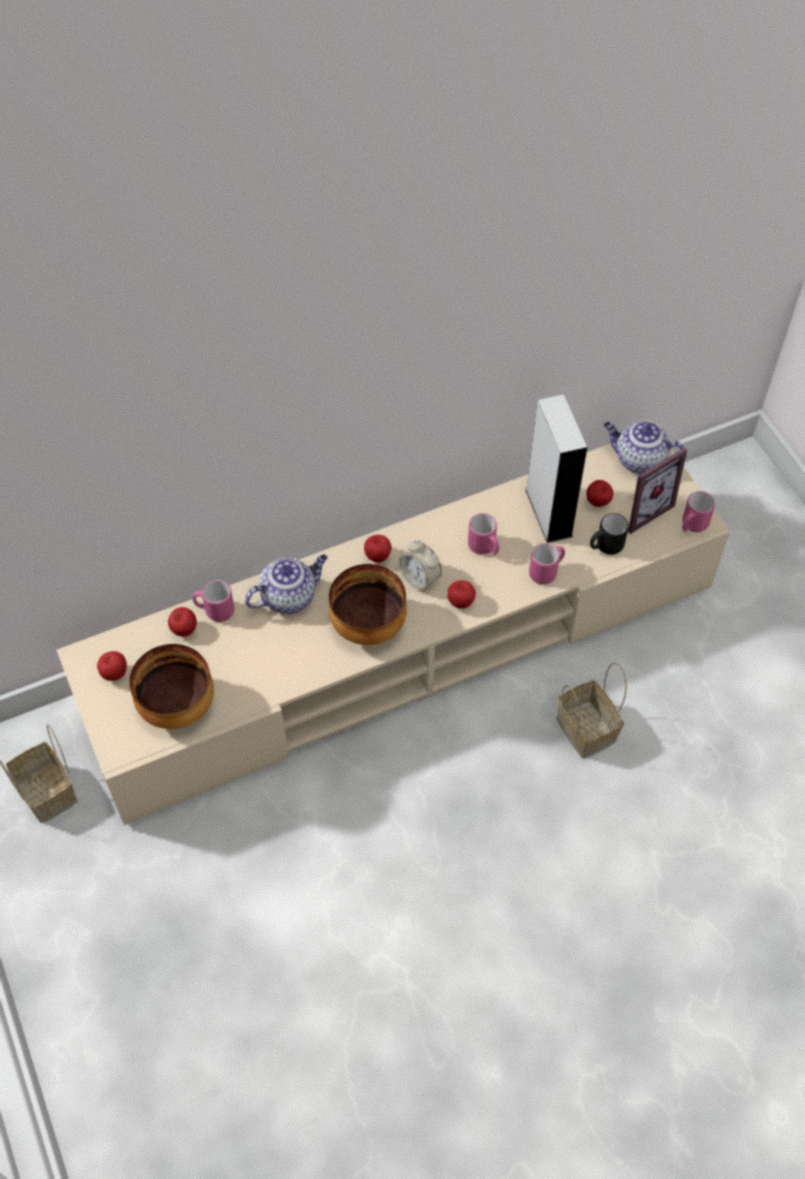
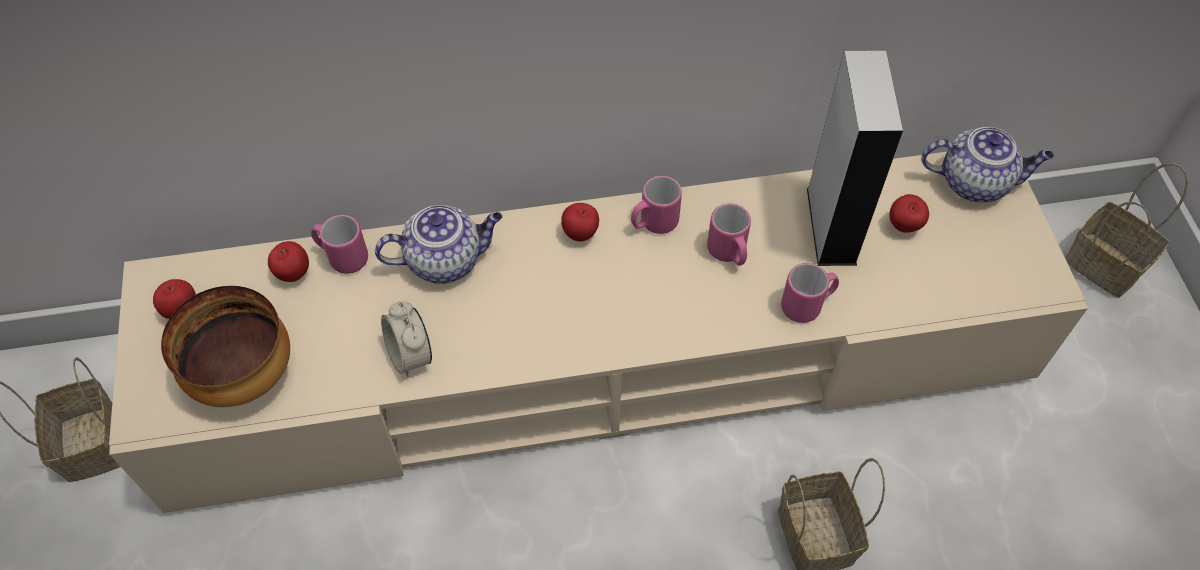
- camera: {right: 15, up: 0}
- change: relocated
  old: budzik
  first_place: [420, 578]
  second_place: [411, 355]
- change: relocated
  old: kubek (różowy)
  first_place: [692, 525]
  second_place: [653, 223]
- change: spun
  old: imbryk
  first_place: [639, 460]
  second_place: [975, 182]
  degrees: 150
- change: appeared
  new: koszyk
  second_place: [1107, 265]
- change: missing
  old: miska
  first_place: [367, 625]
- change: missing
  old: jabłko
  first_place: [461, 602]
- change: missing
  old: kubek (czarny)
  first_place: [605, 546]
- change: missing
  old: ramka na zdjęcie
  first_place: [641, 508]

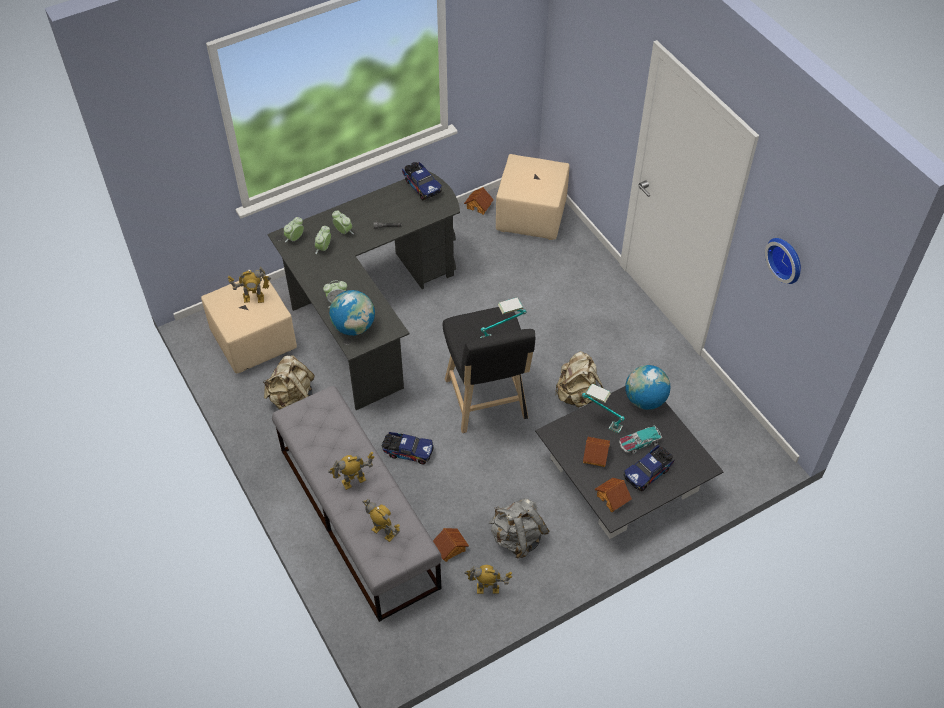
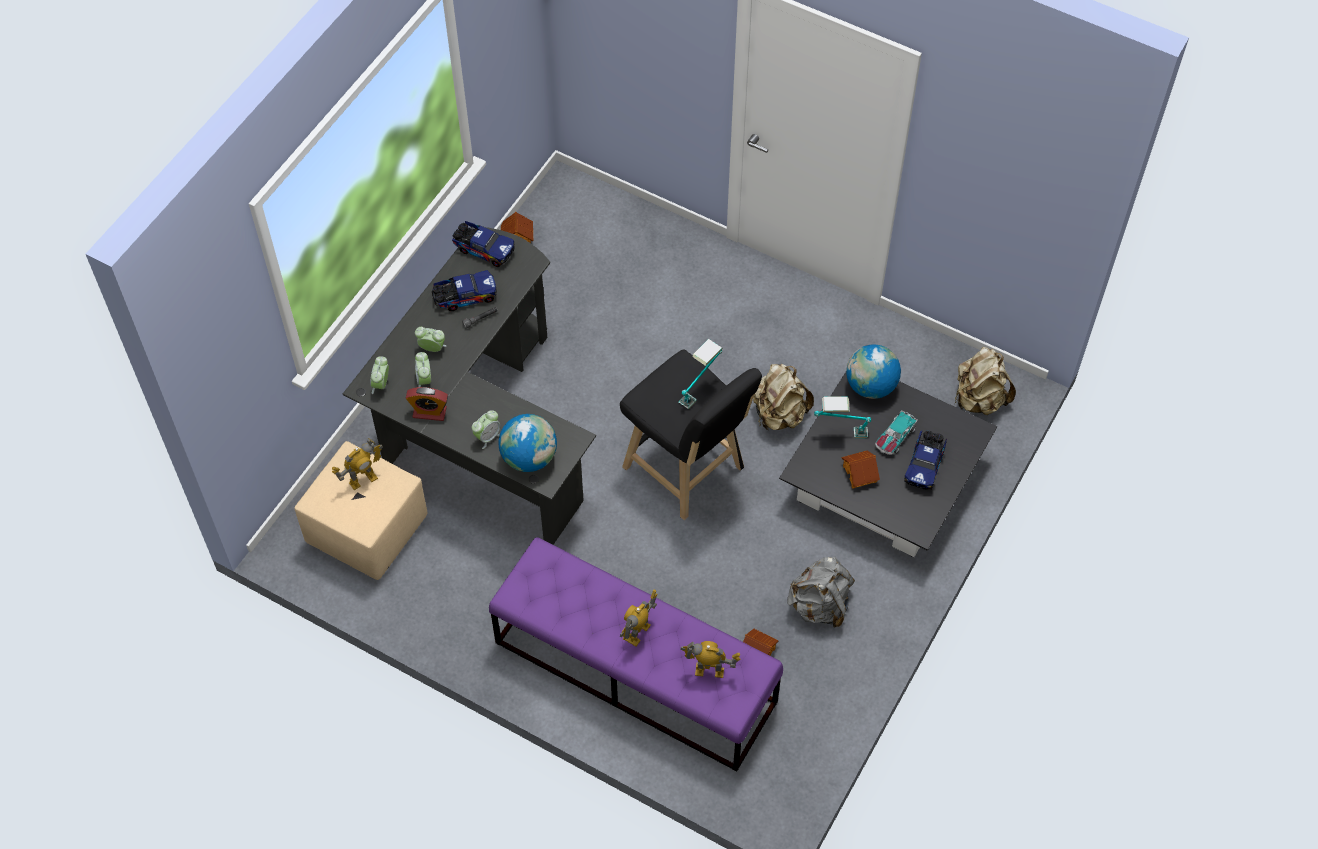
- camera: {right: -30, up: 5}
- change: appeared
  new: budzik
  second_place: [429, 412]
- change: relocated
  old: ciężarówka zabawkowa
  first_place: [407, 451]
  second_place: [464, 297]
- change: colour
  old: ławka (szary)
  new: ławka (fioletowy)
  first_place: [357, 516]
  second_place: [634, 671]
- change: relocated
  old: plecak (beżowy)
  first_place: [292, 398]
  second_place: [979, 399]
- change: missing
  old: robot zabawkowy
  first_place: [487, 589]
- change: missing
  old: pufa (beżowy)
  first_place: [530, 217]
- change: missing
  old: domek
  first_place: [613, 498]
- change: missing
  old: zegar ścienny
  first_place: [786, 259]

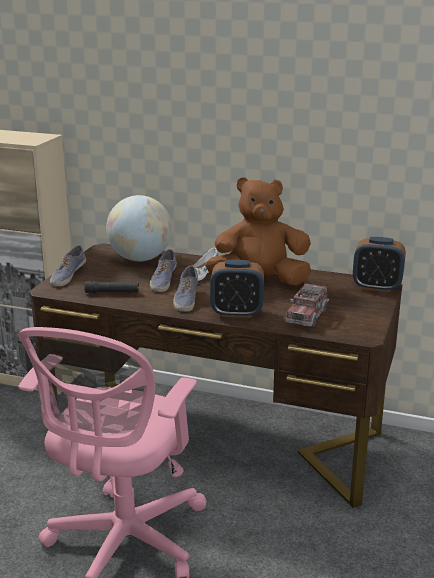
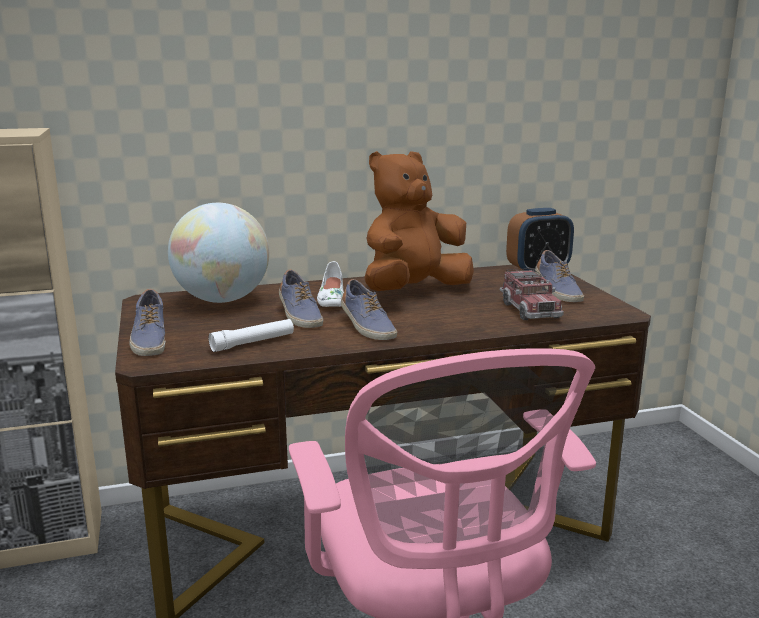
- camera: {right: -35, up: -5}
- change: colour
  old: latarka (czarny)
  new: latarka (biały)
  first_place: [112, 292]
  second_place: [253, 343]
- change: appeared
  new: but
  second_place: [556, 291]
- change: missing
  old: budzik
  first_place: [237, 313]

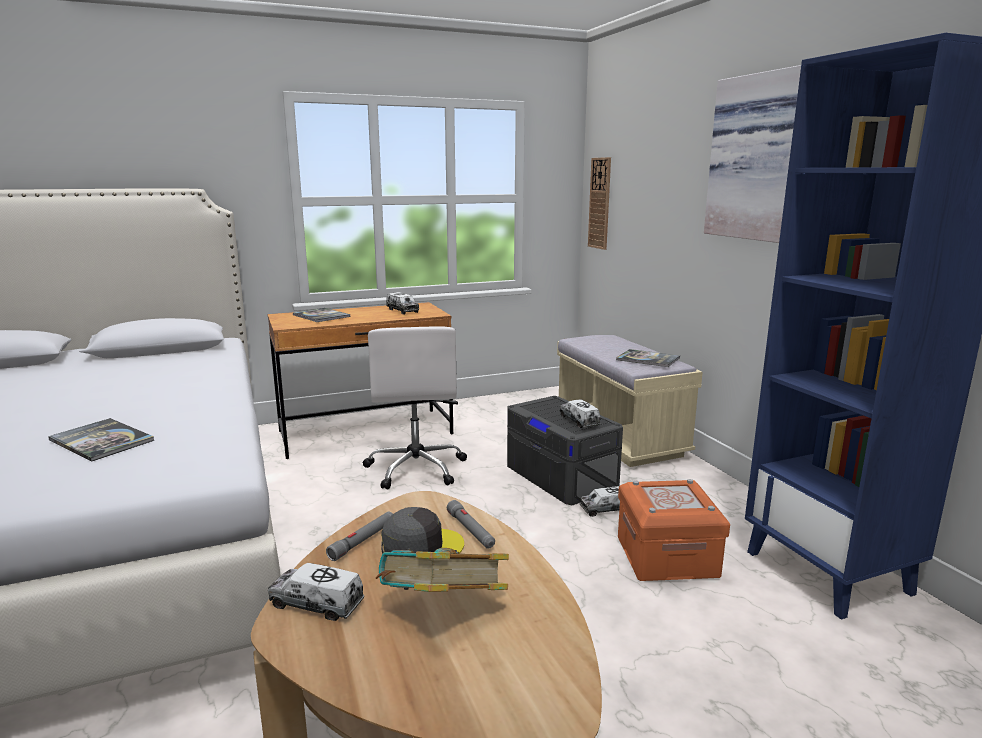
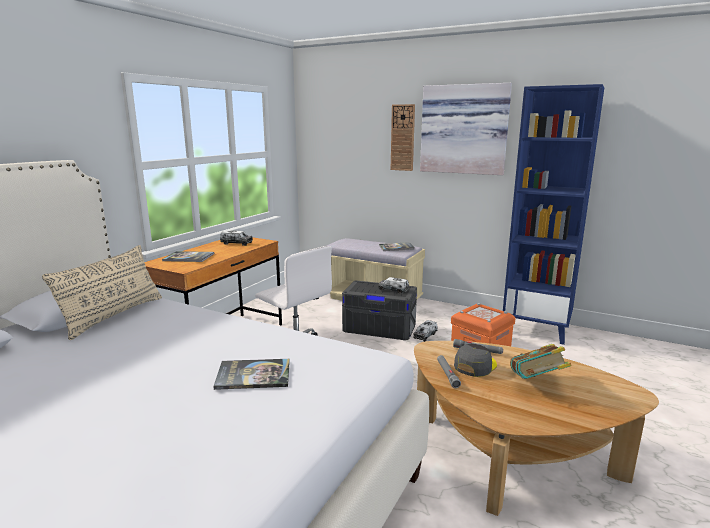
- camera: {right: -40, up: 0}
- change: appeared
  new: poduszka (beżowy)
  second_place: [114, 316]
- change: relocated
  old: zegar ścienny
  first_place: [600, 203]
  second_place: [402, 138]
- change: missing
  old: ciężarówka zabawkowa
  first_place: [317, 603]

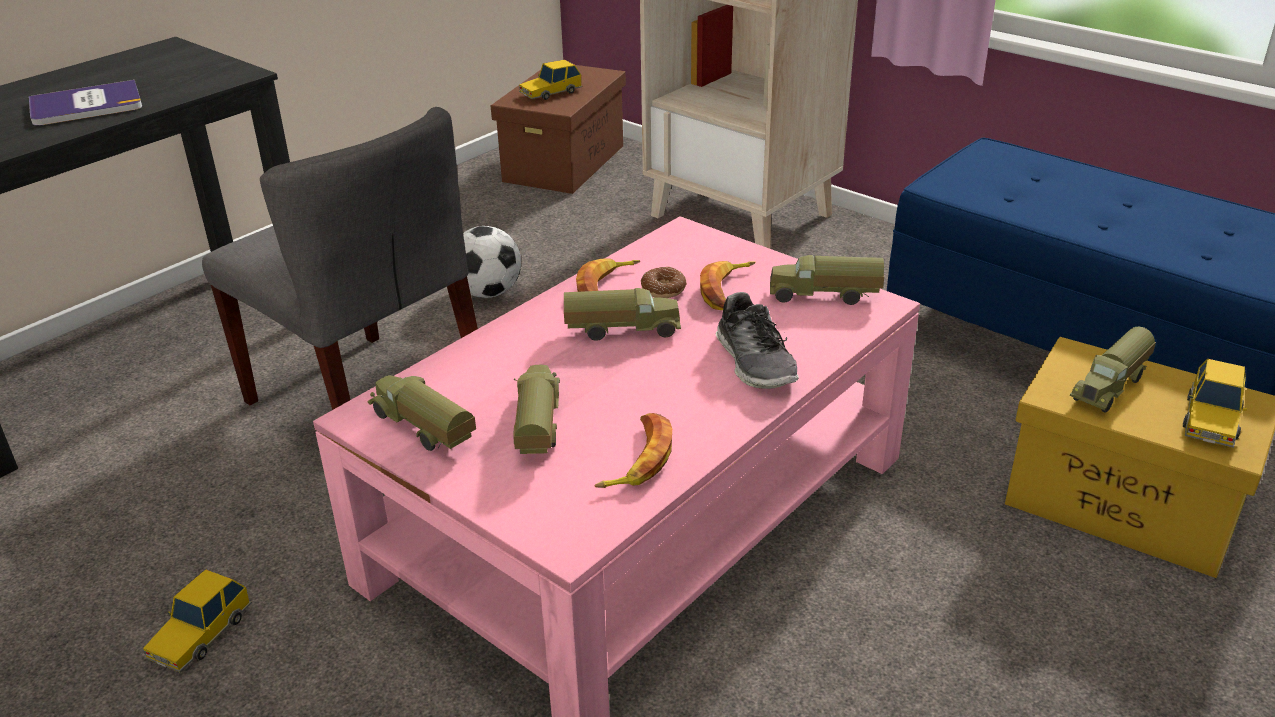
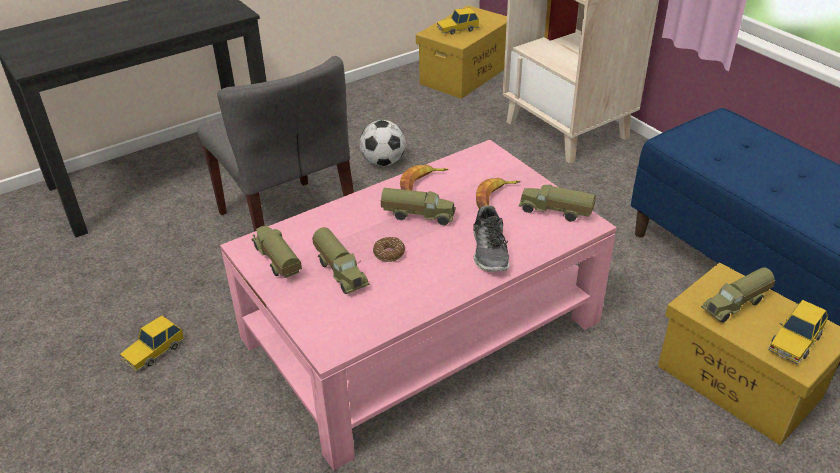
- camera: {right: 15, up: 5}
- change: spun
  old: ciężarówka zabawkowa
  first_place: [536, 427]
  second_place: [341, 272]
  degrees: 135
- change: relocated
  old: donut
  first_place: [663, 289]
  second_place: [389, 253]
- change: colour
  old: pojemnik do przechowywania (brązowy)
  new: pojemnik do przechowywania (żółty)
  first_place: [564, 163]
  second_place: [464, 76]
- change: missing
  old: książka
  first_place: [86, 105]
- change: missing
  old: banan
  first_place: [638, 458]

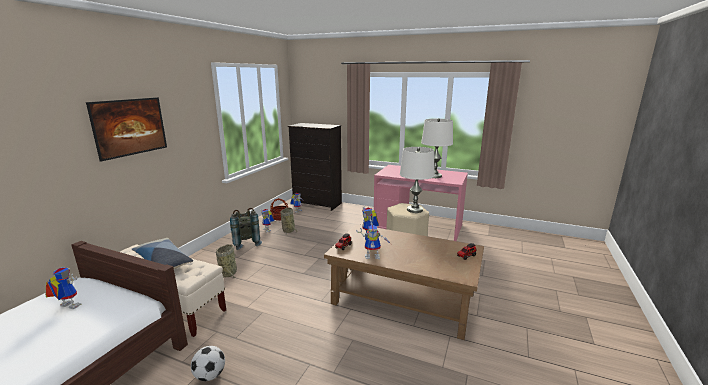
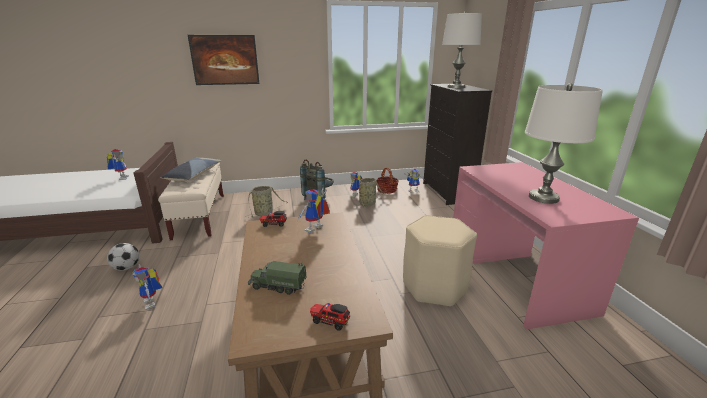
- camera: {right: 55, up: 5}
- change: relocated
  old: robot zabawkowy
  first_place: [373, 256]
  second_place: [153, 303]
- change: appeared
  new: ciężarówka zabawkowa
  second_place: [277, 286]
- change: relocated
  old: lampa stołowa (biały)
  first_place: [414, 210]
  second_place: [456, 87]

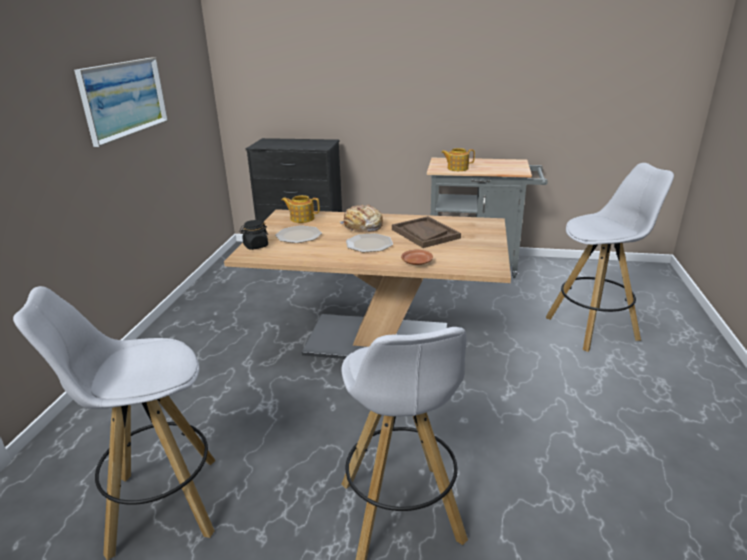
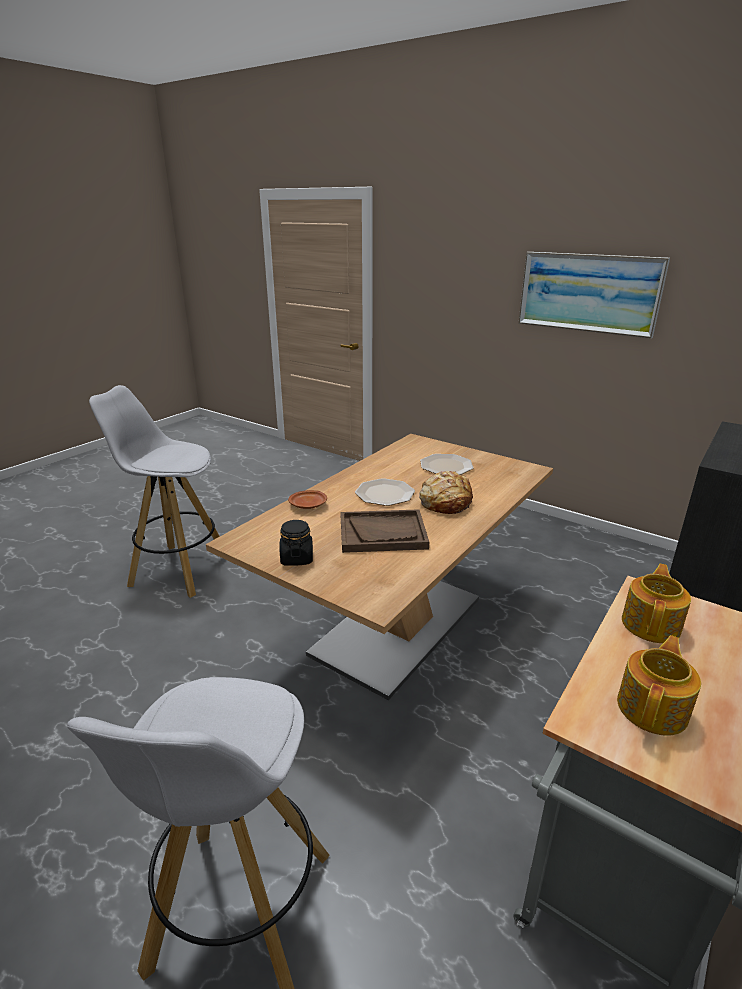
- camera: {right: 115, up: 0}
- change: relocated
  old: słoik (czarny)
  first_place: [255, 246]
  second_place: [297, 558]
- change: relocated
  old: imbryk
  first_place: [301, 218]
  second_place: [653, 708]
- change: missing
  old: stołek (biały)
  first_place: [161, 505]

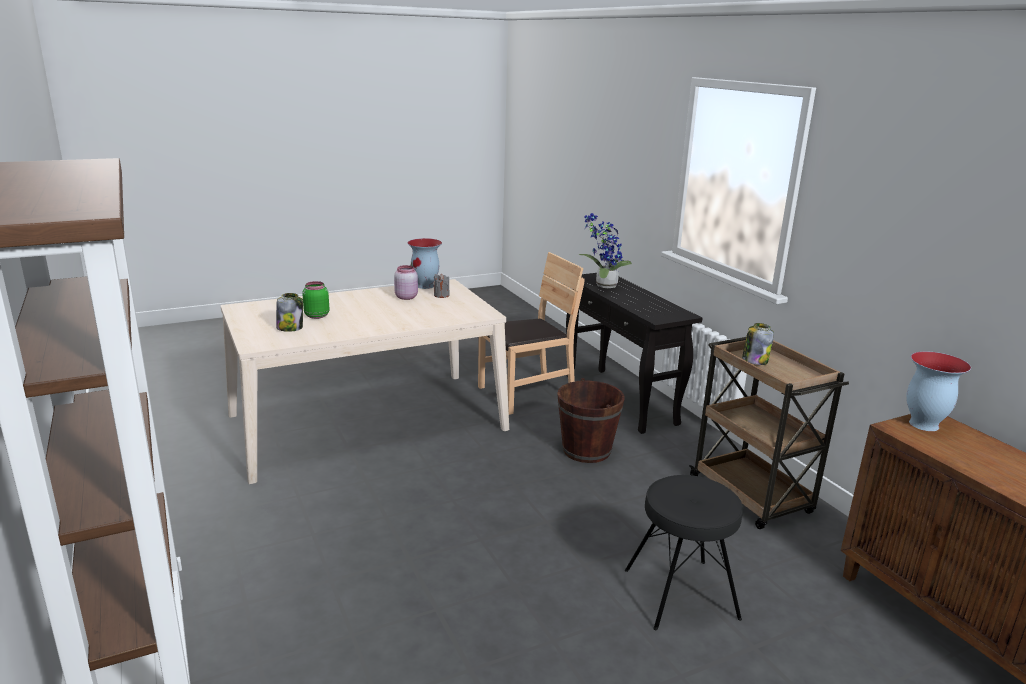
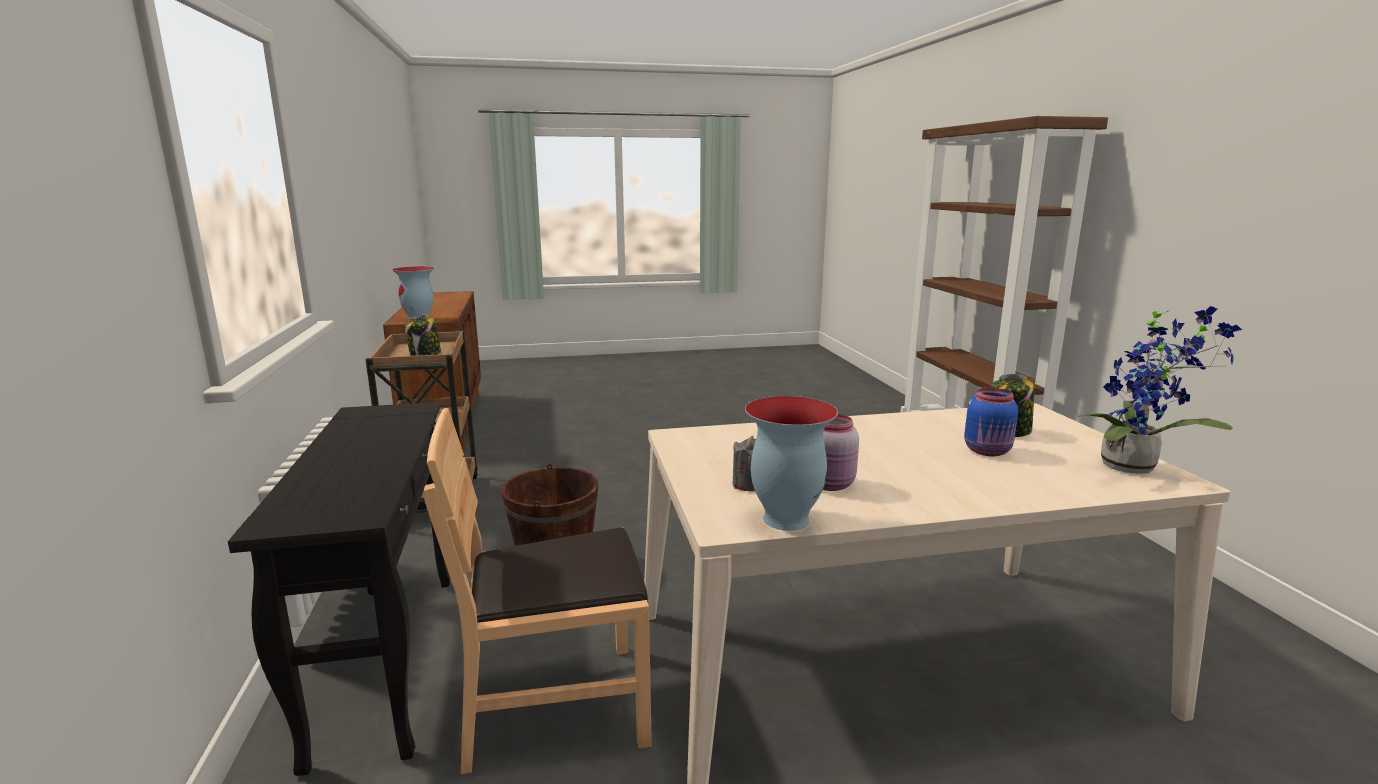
- camera: {right: -165, up: -5}
- change: colour
  old: słoik (zielony)
  new: słoik (niebieski)
  first_place: [316, 316]
  second_place: [988, 451]
- change: relocated
  old: roślina doniczkowa
  first_place: [603, 285]
  second_place: [1135, 467]
- change: missing
  old: stołek (czarny)
  first_place: [680, 594]

